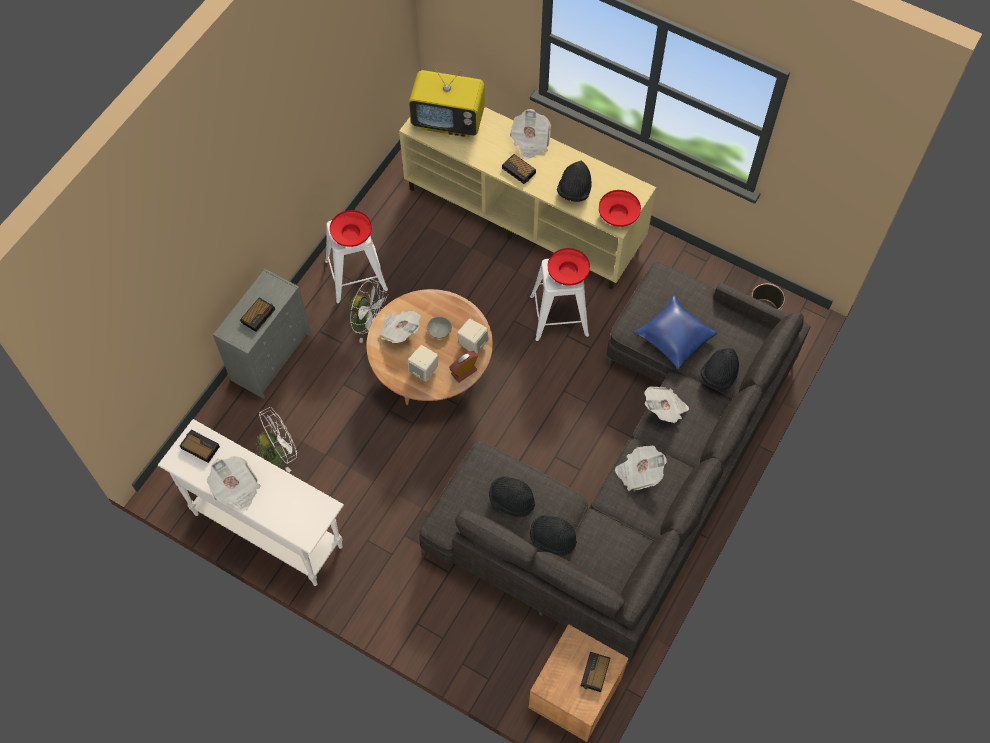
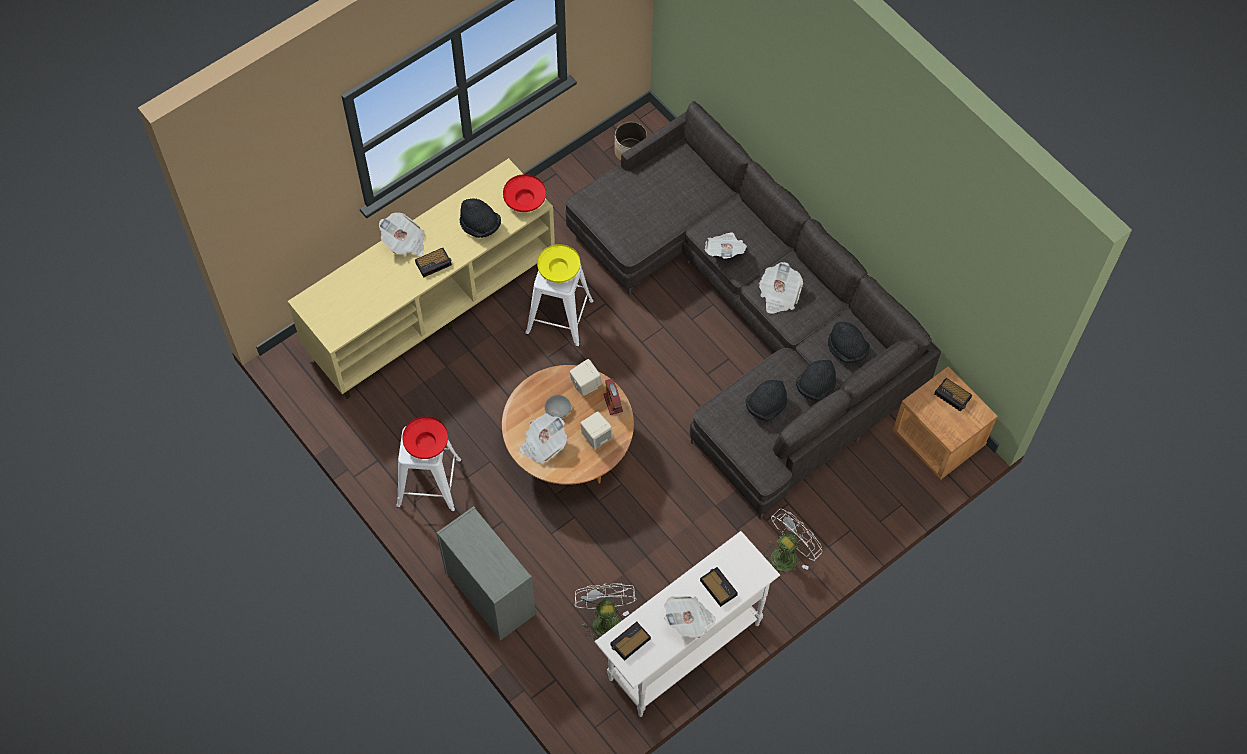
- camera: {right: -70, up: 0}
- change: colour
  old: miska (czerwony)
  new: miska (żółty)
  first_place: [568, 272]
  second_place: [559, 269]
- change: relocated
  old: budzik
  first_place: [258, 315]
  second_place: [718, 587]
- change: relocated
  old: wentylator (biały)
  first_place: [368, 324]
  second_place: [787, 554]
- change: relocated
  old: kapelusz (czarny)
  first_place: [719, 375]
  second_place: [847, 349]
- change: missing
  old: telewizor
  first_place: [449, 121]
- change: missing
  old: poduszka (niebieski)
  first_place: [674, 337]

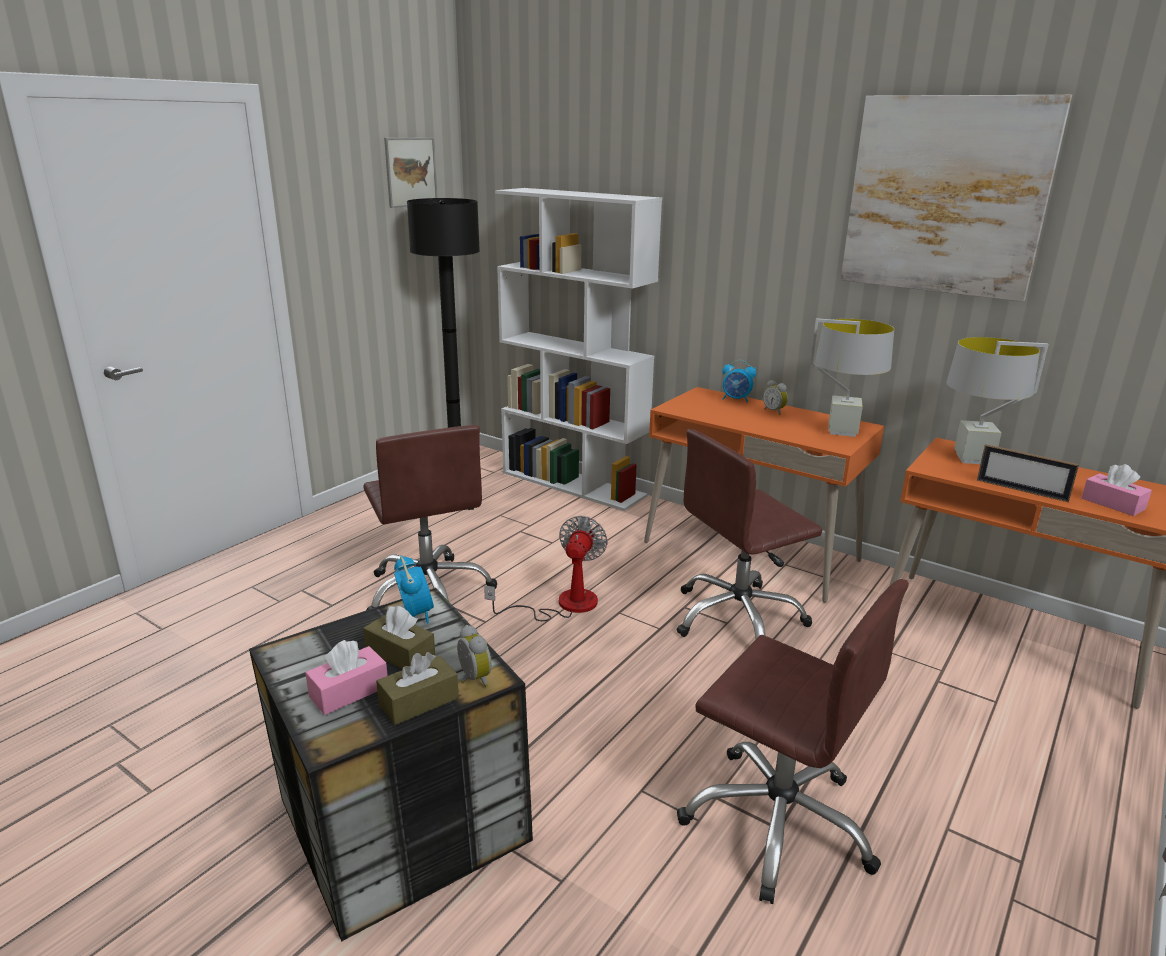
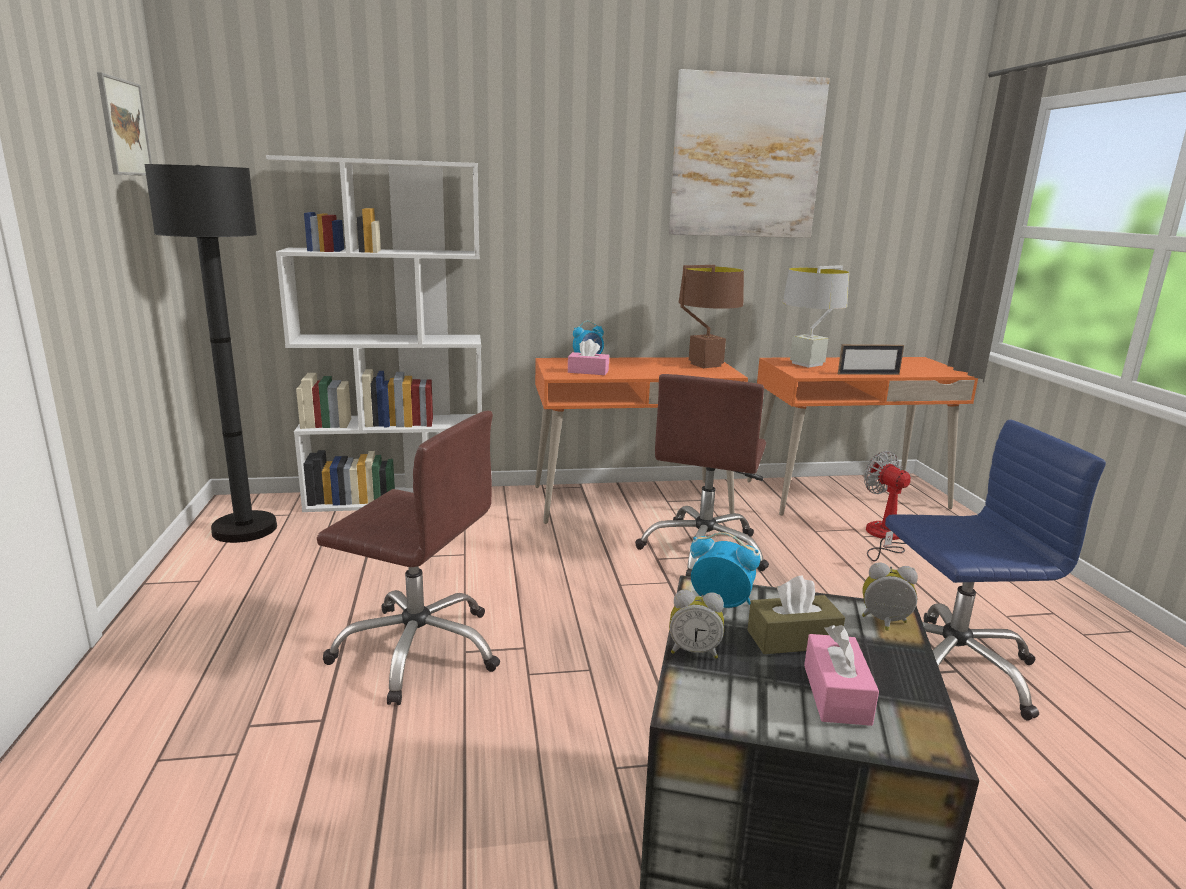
- camera: {right: -45, up: -5}
- change: relocated
  old: pudełko chusteczek (różowy)
  first_place: [1112, 504]
  second_place: [588, 371]
- change: relocated
  old: budzik
  first_place: [774, 411]
  second_place: [694, 651]
- change: colour
  old: lampa stołowa (szary)
  new: lampa stołowa (brązowy)
  first_place: [842, 431]
  second_place: [705, 365]
- change: relocated
  old: wentylator
  first_place: [563, 605]
  second_place: [883, 537]
- change: colour
  old: krzesło biurowe (brązowy)
  new: krzesło biurowe (niebieski)
  first_place: [778, 821]
  second_place: [950, 666]
- change: missing
  old: pudełko chusteczek (brązowy)
  first_place: [419, 701]

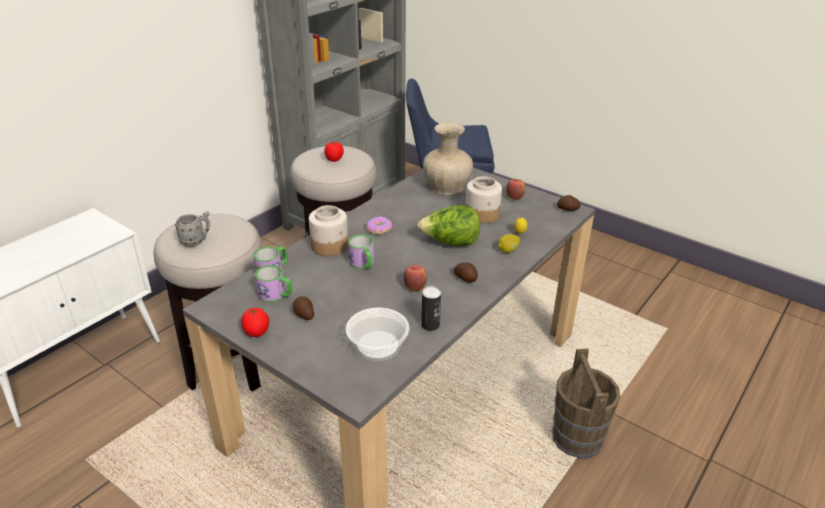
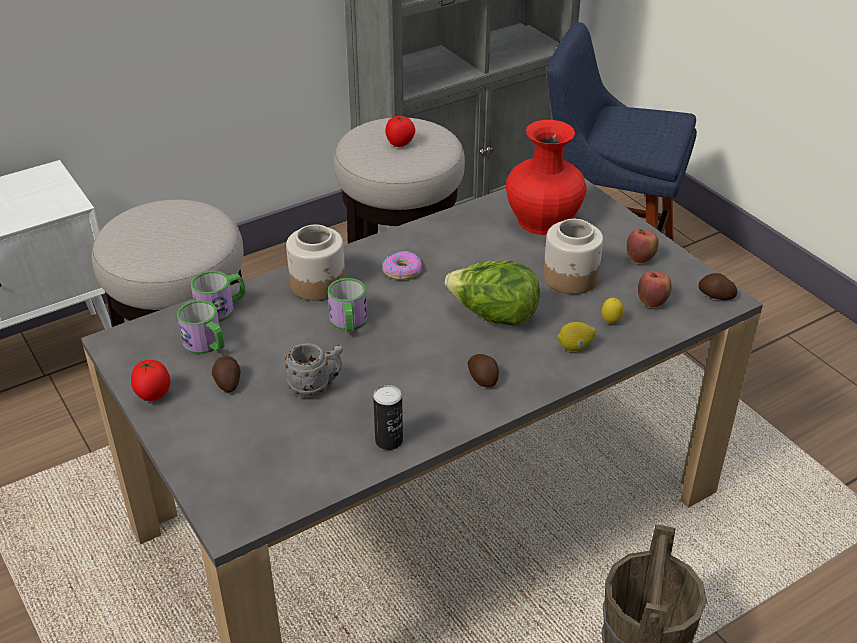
- camera: {right: 20, up: 5}
- change: relocated
  old: kubek (szary)
  first_place: [196, 241]
  second_place: [316, 387]
- change: colour
  old: wazon (beżowy)
  new: wazon (czerwony)
  first_place: [446, 187]
  second_place: [542, 220]
- change: relocated
  old: jabłko
  first_place: [415, 288]
  second_place: [652, 302]
- change: missing
  old: miska
  first_place: [378, 345]

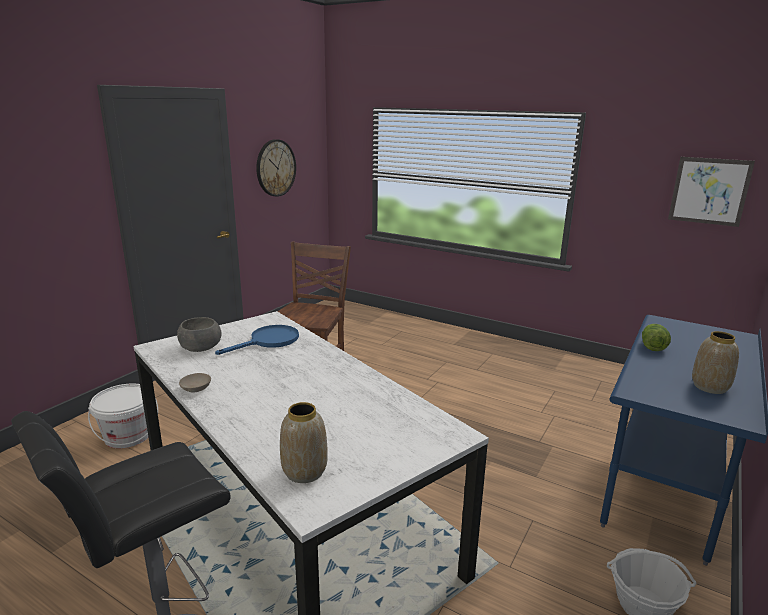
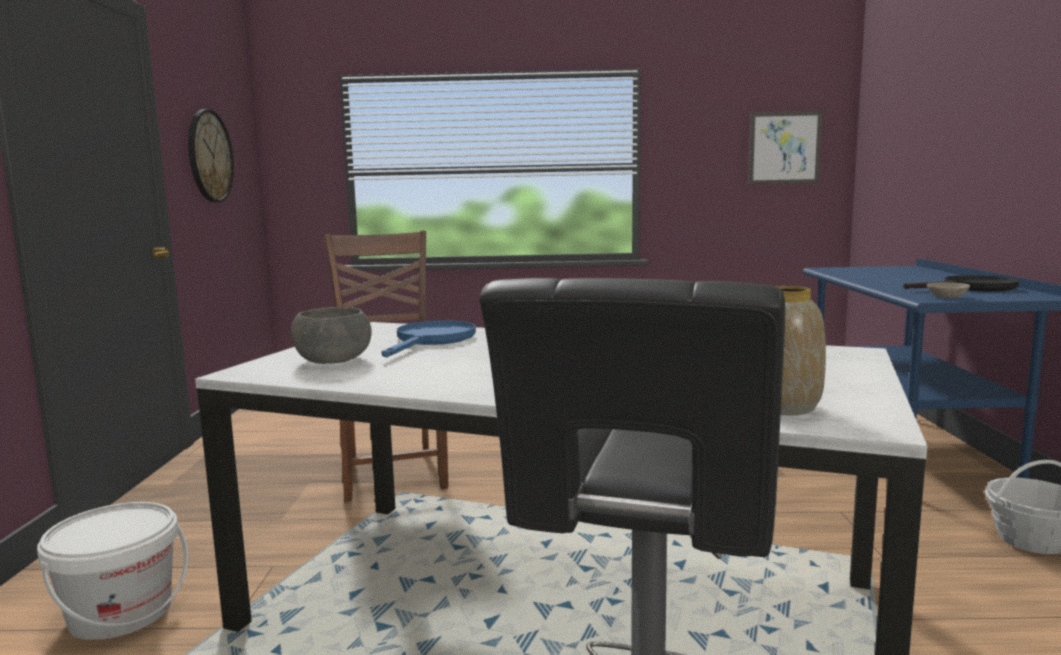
- camera: {right: -30, up: -10}
- change: exchanged
  old: wazon
  new: patelnia (czarny)
  first_place: [710, 387]
  second_place: [971, 288]
- change: relocated
  old: miska (beżowy)
  first_place: [197, 388]
  second_place: [947, 296]
- change: missing
  old: sałata
  first_place: [652, 346]

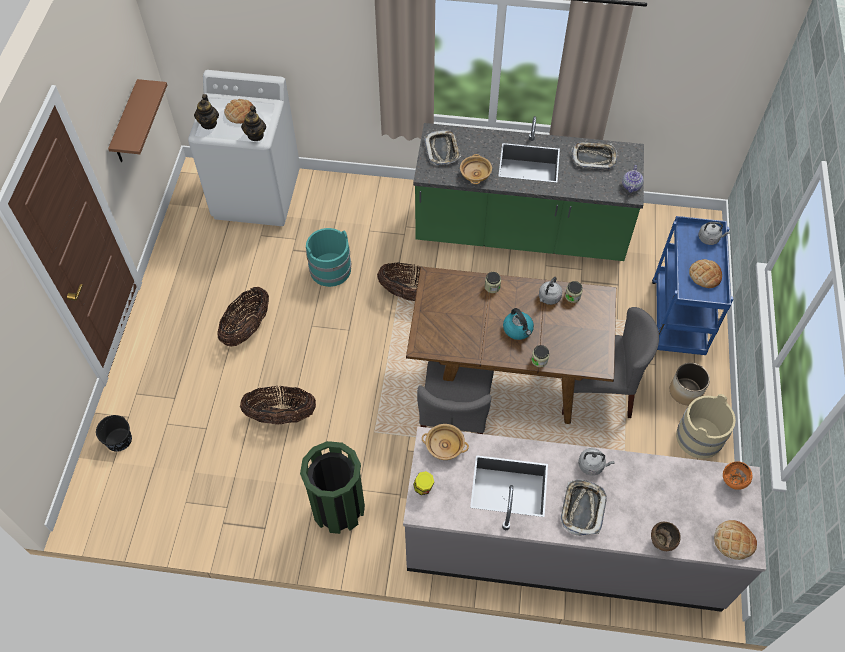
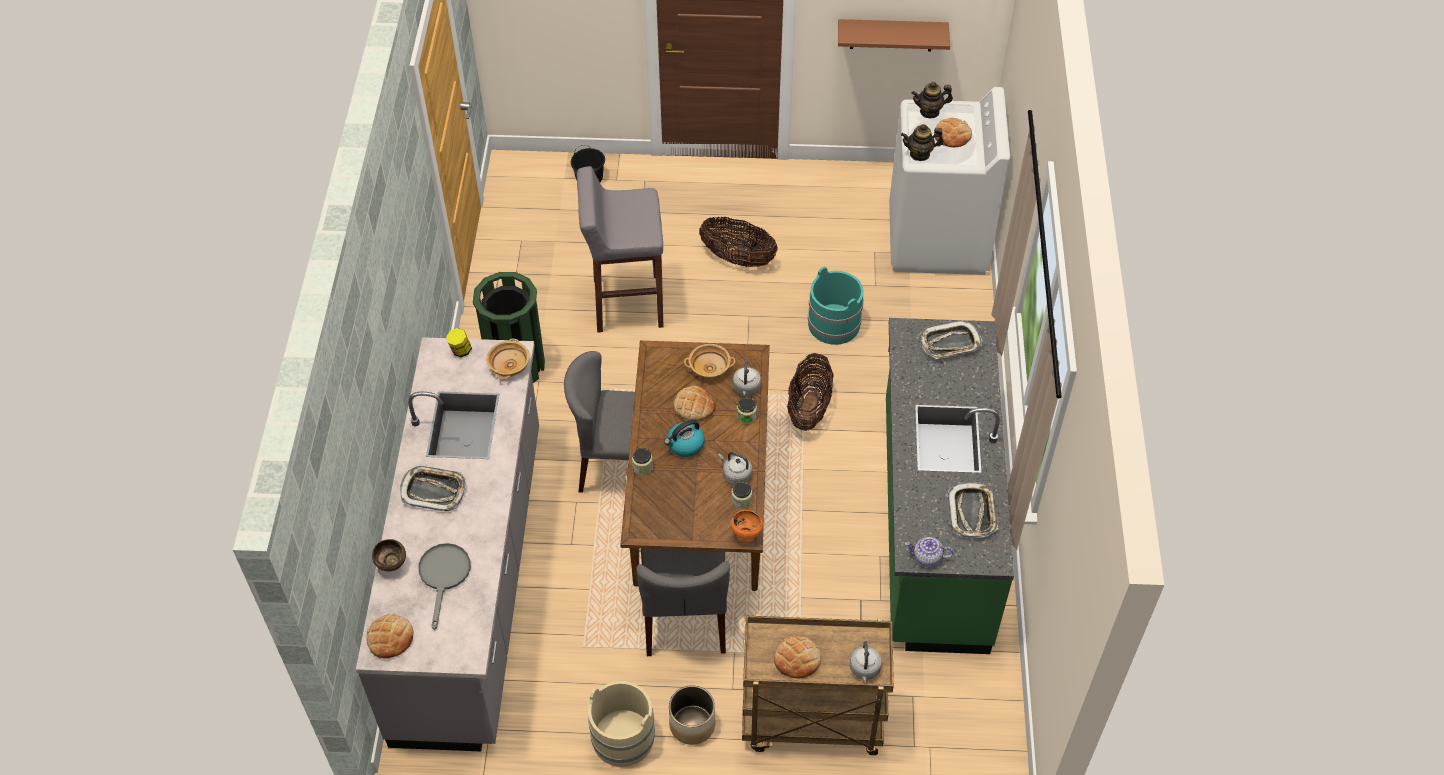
- camera: {right: 85, up: -5}
- change: appeared
  new: patelnia (szary)
  second_place: [444, 576]
- change: exchanged
  old: koszyk
  new: stołek (szary)
  first_place: [281, 415]
  second_place: [626, 303]
- change: appeared
  new: chleb
  second_place: [694, 406]
- change: relocated
  old: miska (beżowy)
  first_place: [475, 174]
  second_place: [710, 368]
- change: relocated
  old: miska (pomarańczowy)
  first_place: [732, 482]
  second_place: [745, 535]
- change: relocated
  old: czajnik (szary)
  first_place: [592, 465]
  second_place: [746, 388]
- change: colour
  old: wózek (niebieski)
  new: wózek (brązowy)
  first_place: [678, 319]
  second_place: [810, 722]

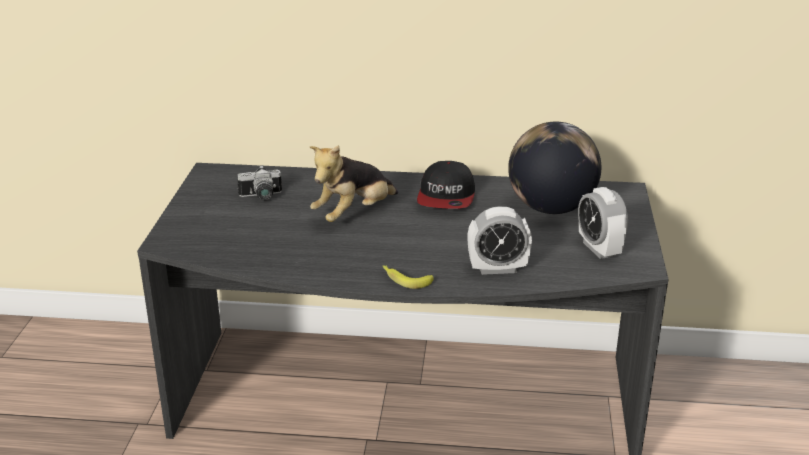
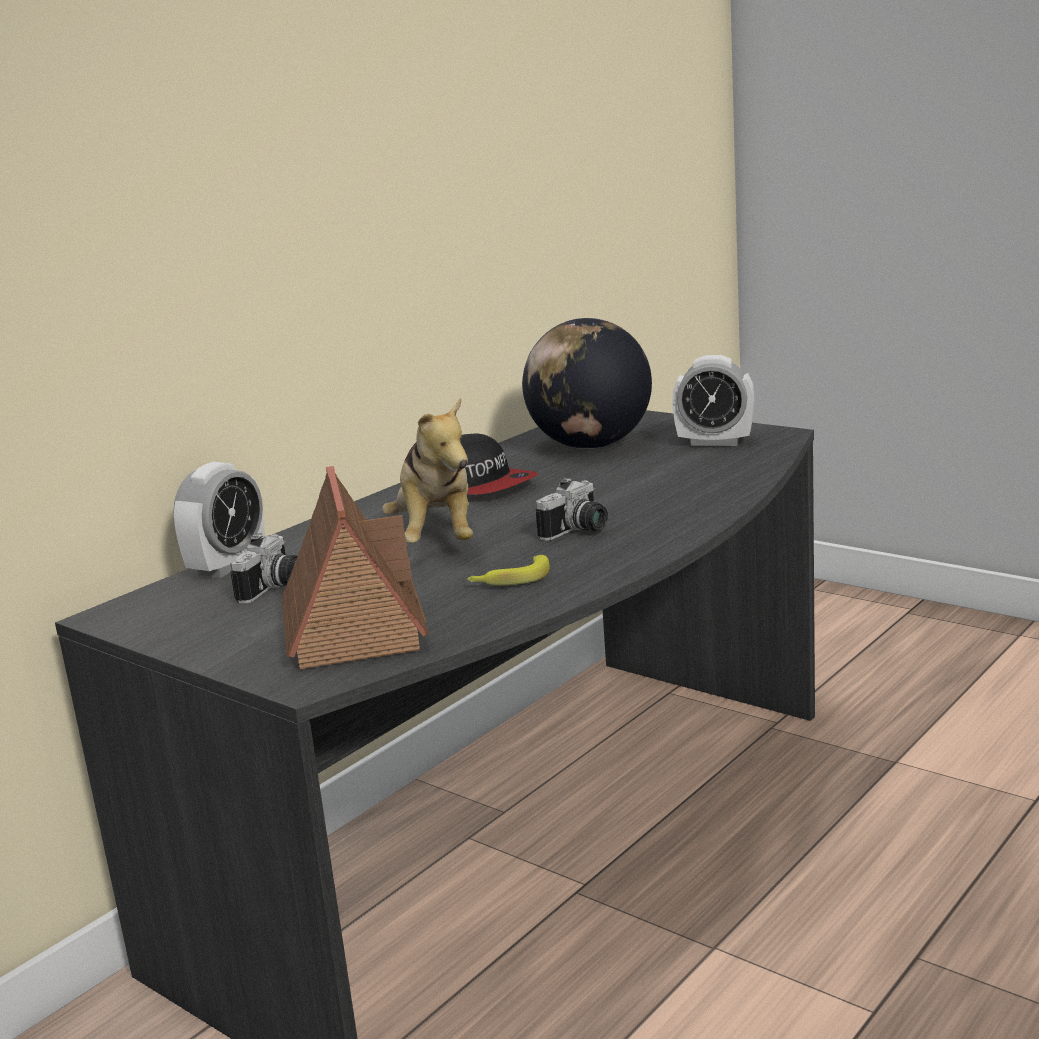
- camera: {right: -55, up: -10}
- change: relocated
  old: budzik
  first_place: [497, 269]
  second_place: [227, 566]
- change: appeared
  new: domek
  second_place: [353, 627]
- change: relocated
  old: banan
  first_place: [405, 279]
  second_place: [510, 580]
- change: appeared
  new: aparat fotograficzny
  second_place: [578, 531]

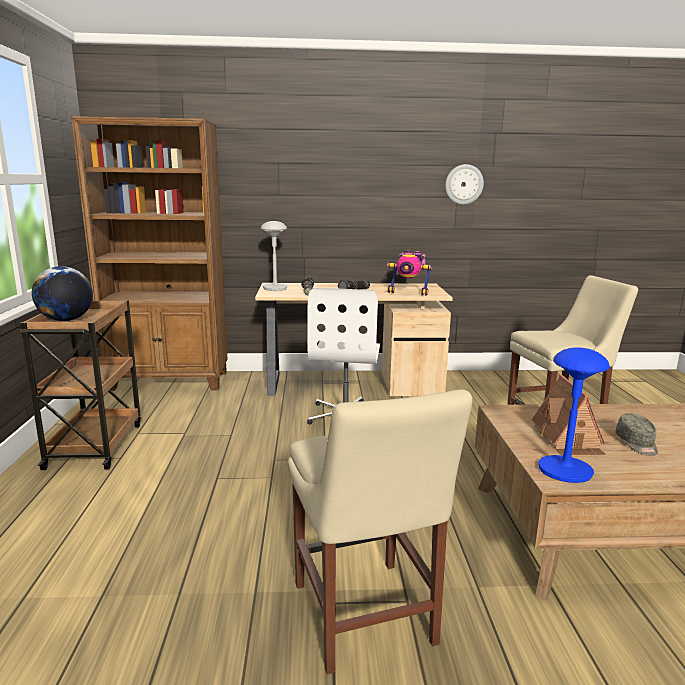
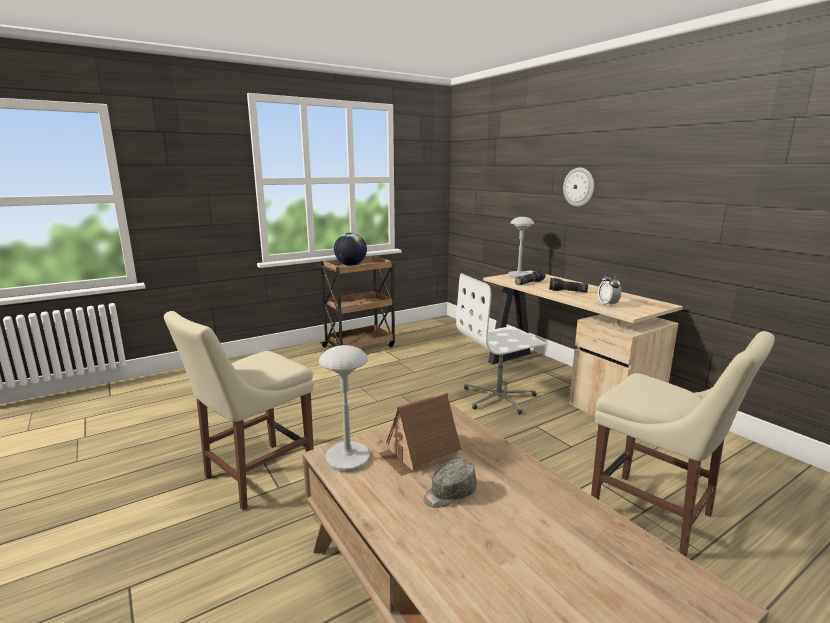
- camera: {right: 60, up: 0}
- change: colour
  old: lampa stołowa (niebieski)
  new: lampa stołowa (szary)
  first_place: [565, 471]
  second_place: [348, 458]
- change: relocated
  old: zegar ścienny
  first_place: [464, 184]
  second_place: [579, 187]
- change: exchanged
  old: robot zabawkowy
  new: budzik
  first_place: [408, 293]
  second_place: [607, 304]
- change: missing
  old: regał (brązowy)
  first_place: [170, 381]

